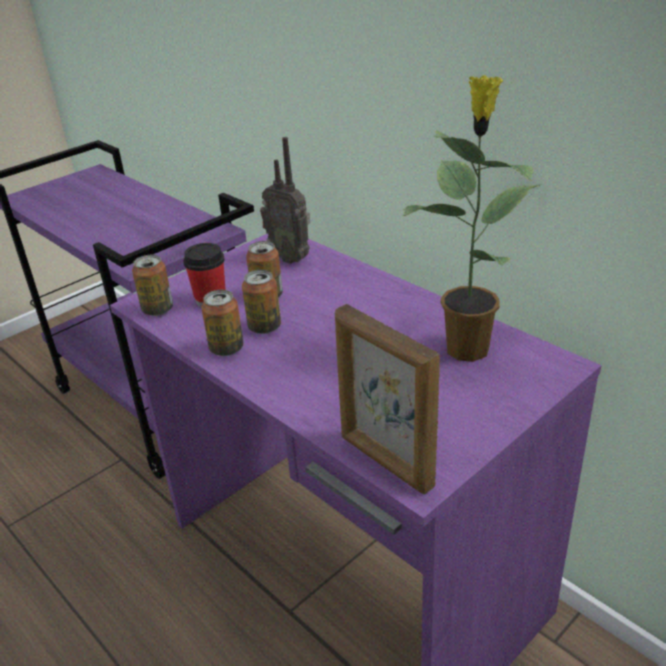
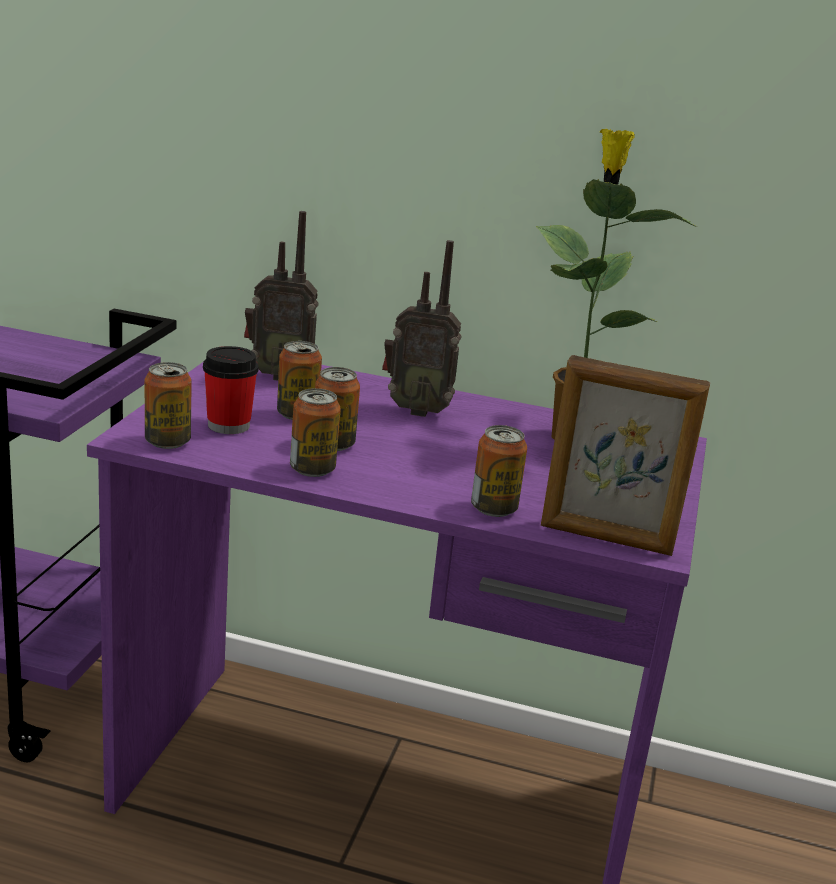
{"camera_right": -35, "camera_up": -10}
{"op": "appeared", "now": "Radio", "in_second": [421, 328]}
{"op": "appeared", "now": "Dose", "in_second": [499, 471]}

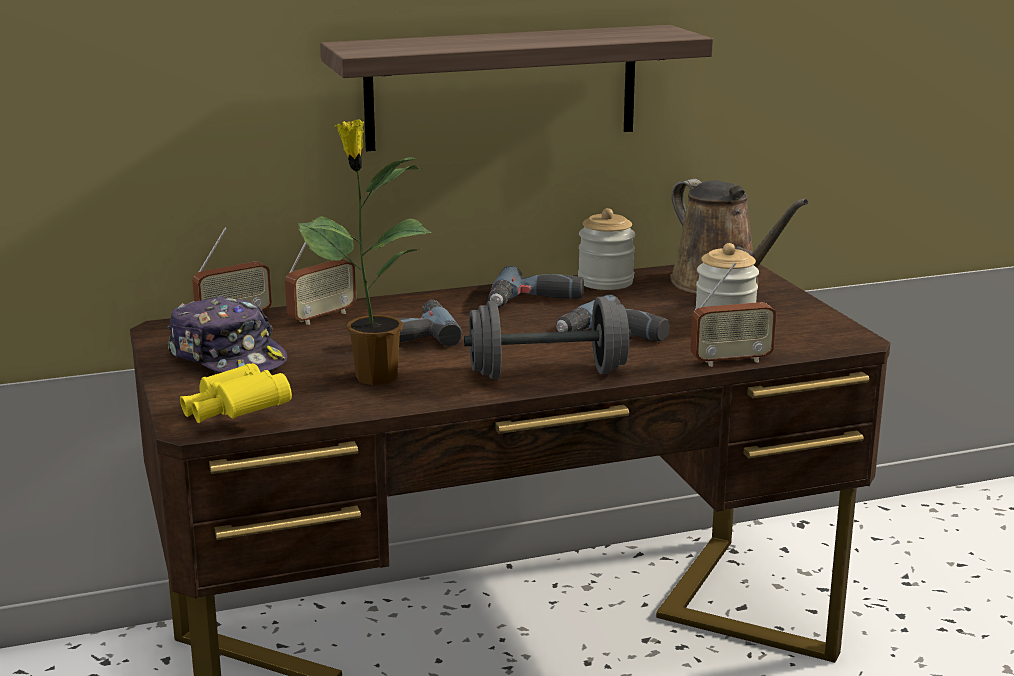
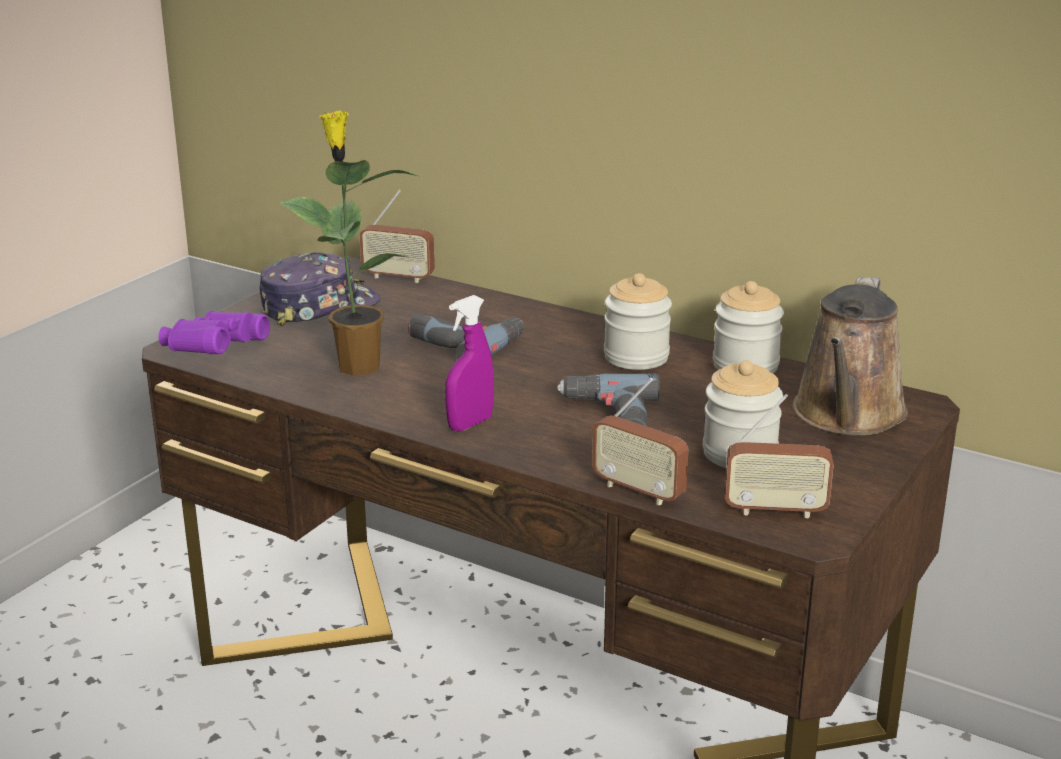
{"camera_right": 50, "camera_up": 5}
{"op": "spun", "was": "Kappe", "in_first": [227, 334], "in_second": [319, 289], "clockwise": -120}
{"op": "colour", "was": "Fernglas/gelb", "now": "Fernglas/lila", "in_first": [236, 393], "in_second": [214, 332]}
{"op": "relocated", "was": "Radio", "in_first": [320, 283], "in_second": [779, 456]}
{"op": "missing", "was": "Wandregal", "in_first": [516, 88]}
{"op": "exchanged", "was": "Hantel/grau", "now": "Sprühflasche/lila", "in_first": [547, 338], "in_second": [469, 363]}
{"op": "exchanged", "was": "Bohrmaschine", "now": "Vorratsglas", "in_first": [536, 287], "in_second": [638, 321]}

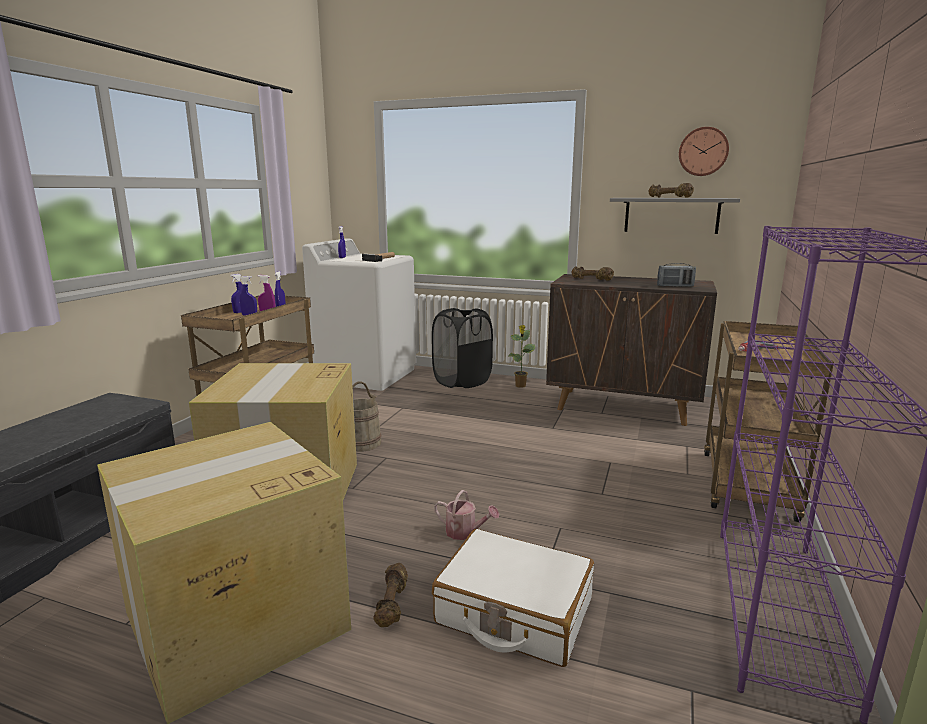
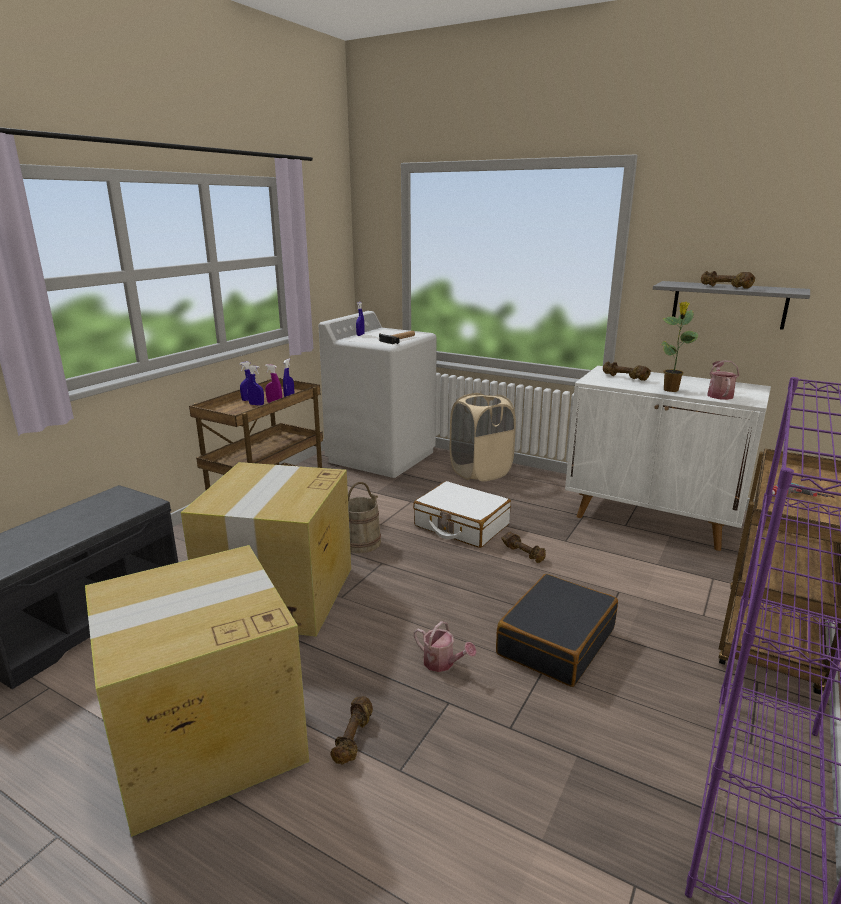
{"camera_right": 10, "camera_up": 5}
{"op": "colour", "was": "Wäschekorb/schwarz", "now": "Wäschekorb/beige", "in_first": [462, 348], "in_second": [483, 437]}
{"op": "relocated", "was": "Koffer/weiß", "in_first": [513, 598], "in_second": [462, 514]}
{"op": "relocated", "was": "Topfpflanze", "in_first": [522, 356], "in_second": [679, 347]}
{"op": "colour", "was": "Schrank/braun", "now": "Schrank/weiß", "in_first": [631, 350], "in_second": [668, 458]}
{"op": "exchanged", "was": "Radio", "now": "Gießkanne", "in_first": [676, 275], "in_second": [723, 380]}
{"op": "missing", "was": "Wanduhr", "in_first": [704, 151]}
{"op": "appeared", "now": "Koffer/schwarz", "in_second": [557, 630]}
{"op": "appeared", "now": "Hantel/braun", "in_second": [523, 547]}

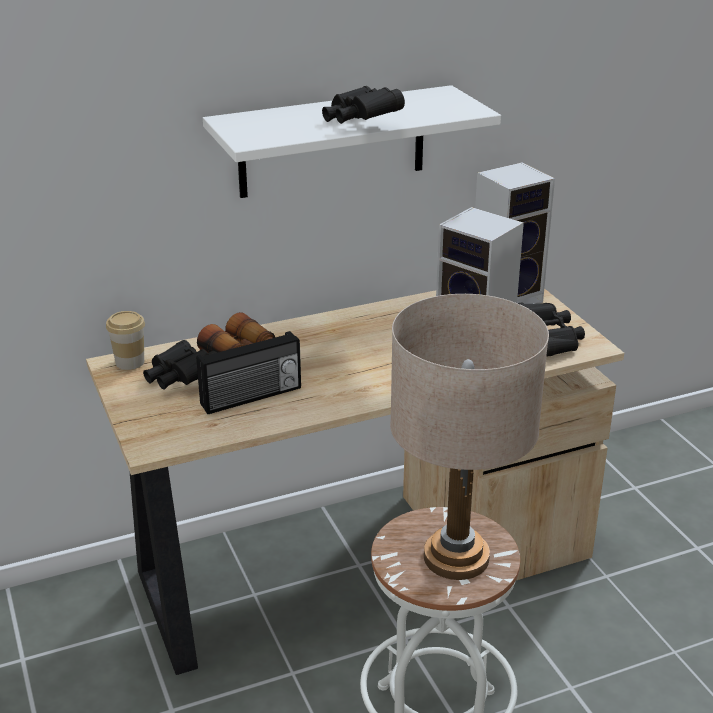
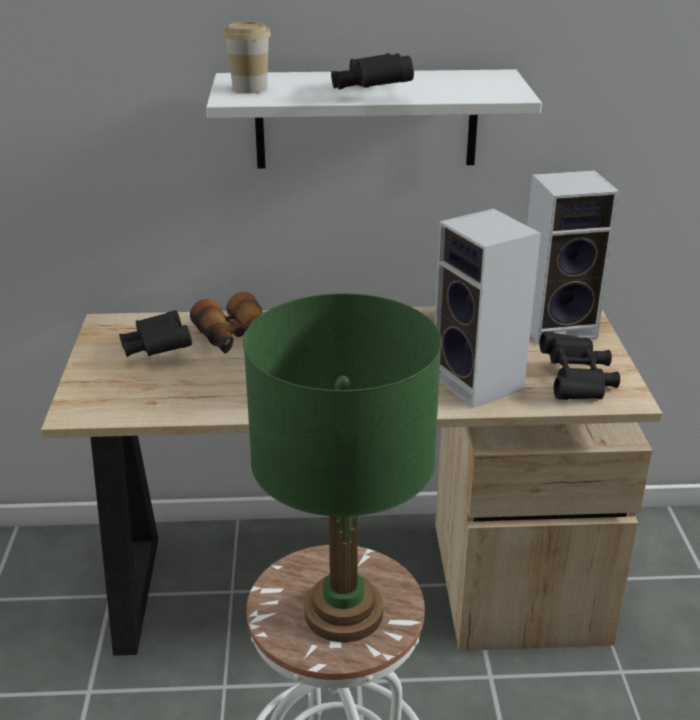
{"camera_right": 20, "camera_up": 0}
{"op": "relocated", "was": "Tasse", "in_first": [125, 340], "in_second": [247, 58]}
{"op": "missing", "was": "Radio", "in_first": [248, 372]}
{"op": "colour", "was": "Tischlampe/beige", "now": "Tischlampe/grün", "in_first": [469, 437], "in_second": [342, 467]}

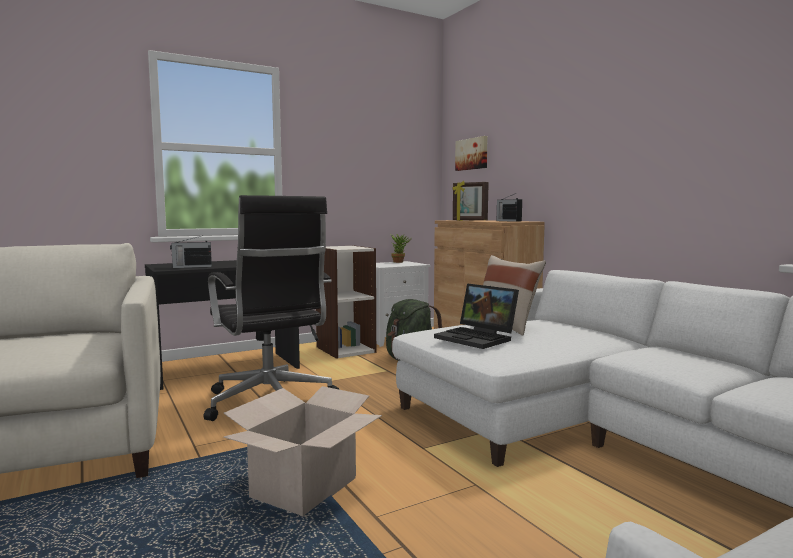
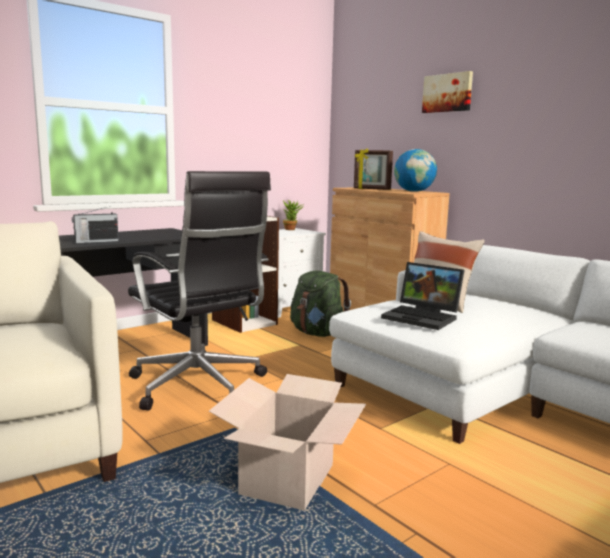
{"camera_right": -10, "camera_up": 5}
{"op": "relocated", "was": "Bild", "in_first": [471, 153], "in_second": [447, 92]}
{"op": "exchanged", "was": "Radio", "now": "Globus", "in_first": [509, 207], "in_second": [415, 170]}

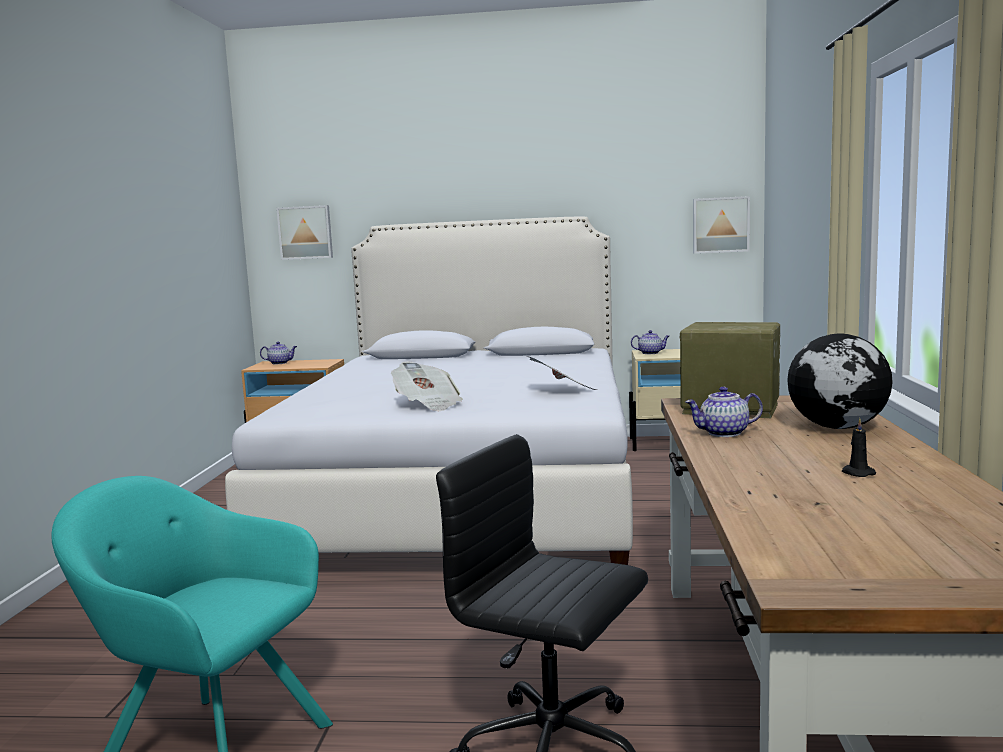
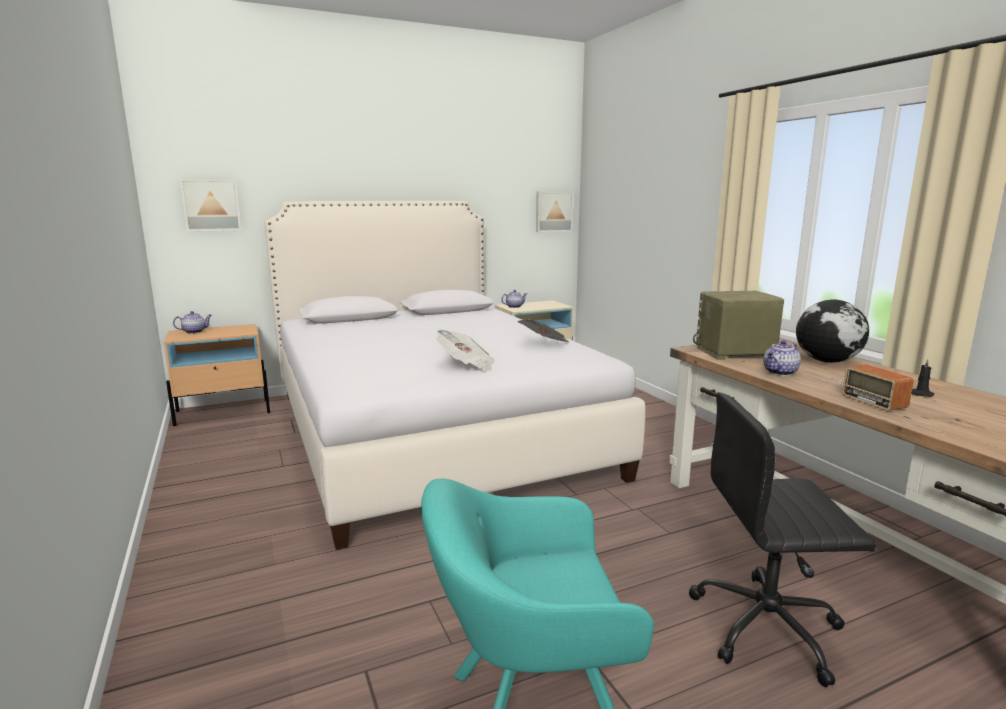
{"camera_right": -30, "camera_up": 5}
{"op": "appeared", "now": "Radio", "in_second": [868, 388]}

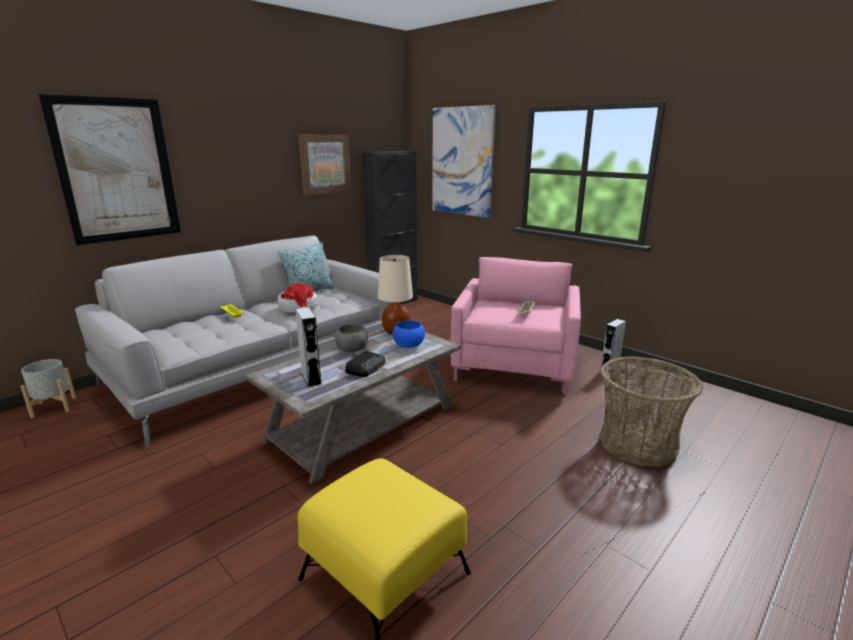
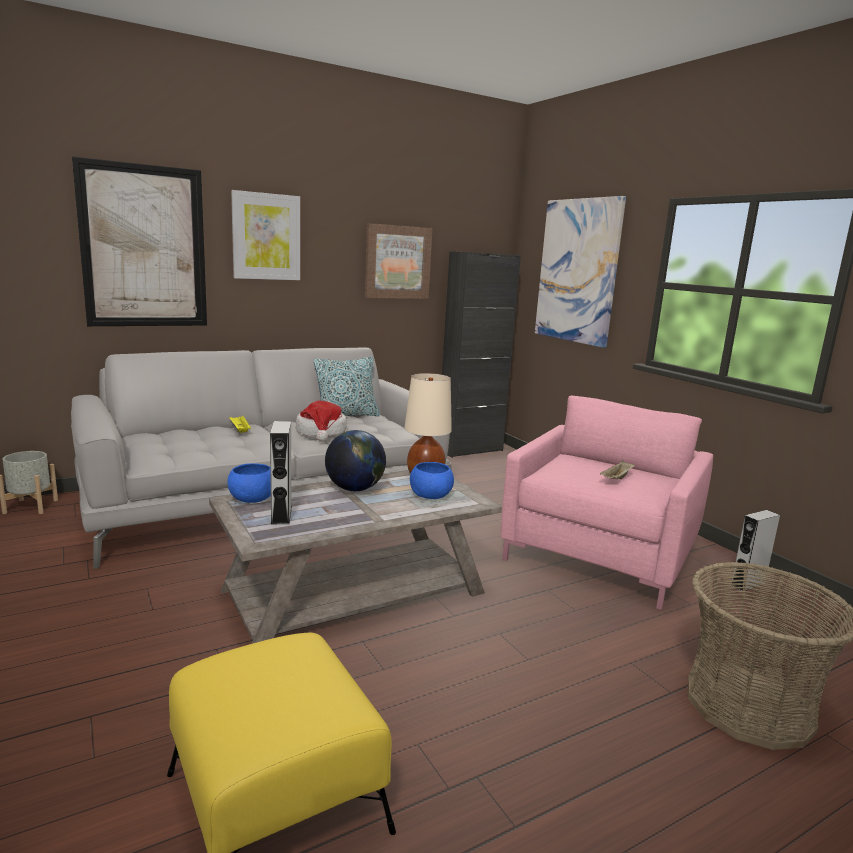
{"camera_right": 15, "camera_up": -5}
{"op": "exchanged", "was": "Schüssel/grau", "now": "Globus", "in_first": [351, 338], "in_second": [355, 460]}
{"op": "missing", "was": "Radio", "in_first": [365, 364]}
{"op": "appeared", "now": "Schüssel/blau", "in_second": [249, 483]}
{"op": "appeared", "now": "Bild", "in_second": [265, 235]}

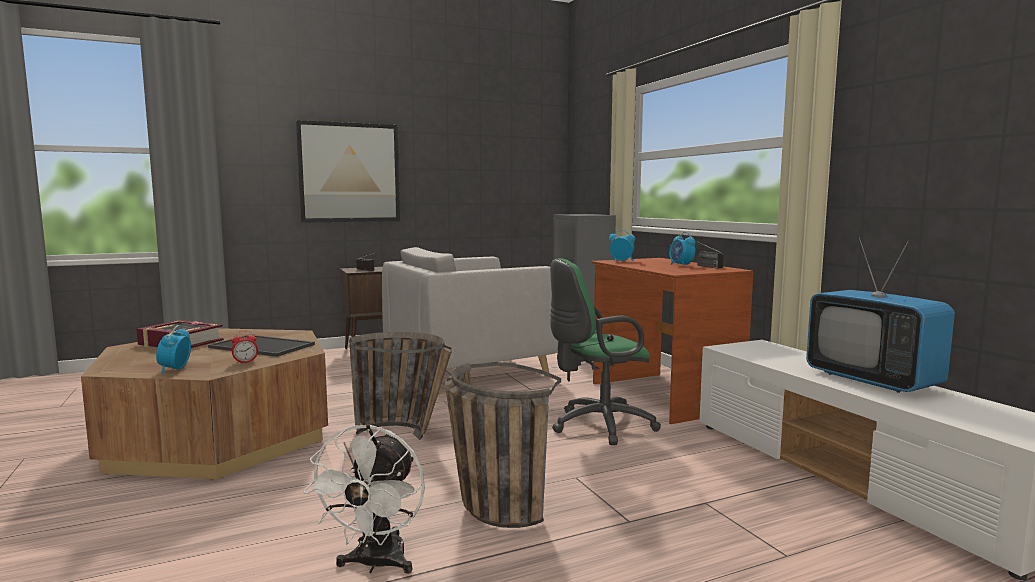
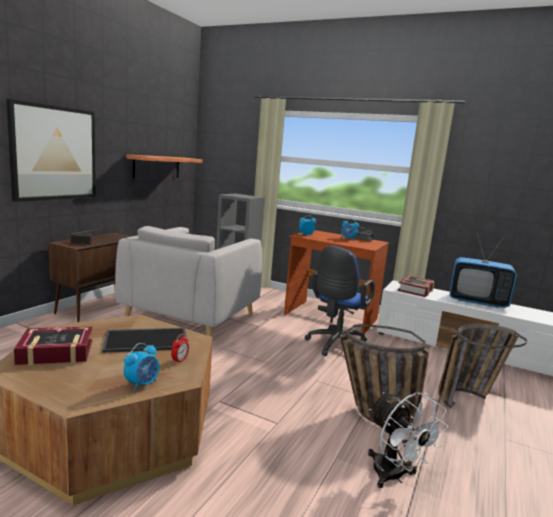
{"camera_right": -40, "camera_up": 5}
{"op": "spun", "was": "Wecker", "in_first": [173, 349], "in_second": [141, 367], "clockwise": -105}
{"op": "relocated", "was": "Korb", "in_first": [400, 386], "in_second": [482, 365]}
{"op": "colour", "was": "Bürostuhl/grün", "now": "Bürostuhl/blau", "in_first": [605, 351], "in_second": [340, 301]}
{"op": "appeared", "now": "Wandregal", "in_second": [164, 167]}
{"op": "appeared", "now": "Buch", "in_second": [415, 286]}

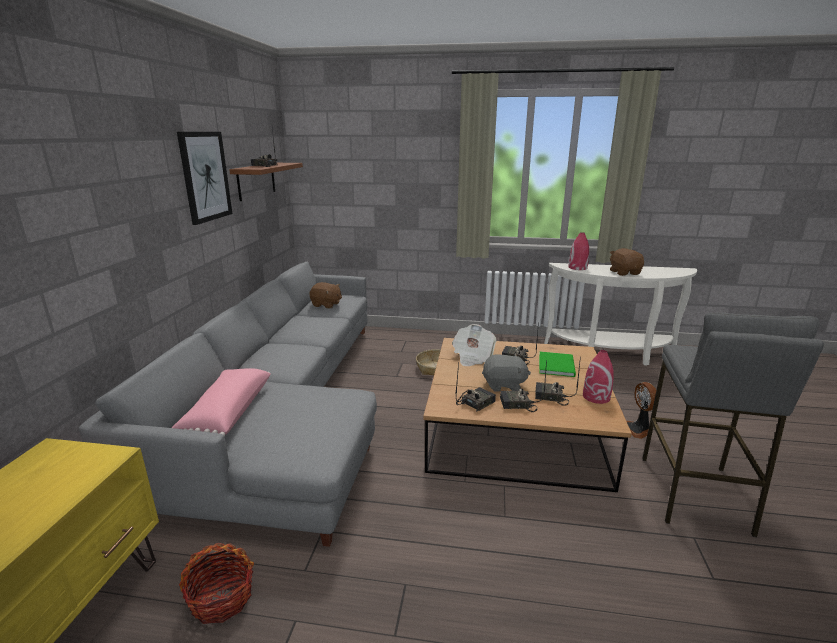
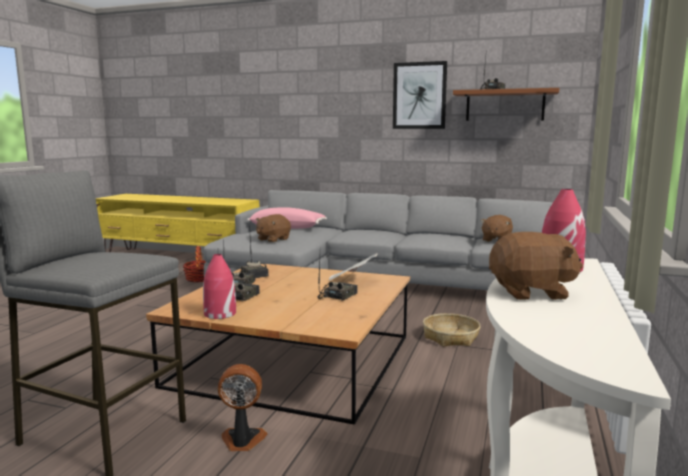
{"camera_right": 100, "camera_up": -10}
{"op": "missing", "was": "Plüschtier/grau", "in_first": [506, 373]}
{"op": "missing", "was": "Buch/grün", "in_first": [557, 364]}
{"op": "appeared", "now": "Plüschtier/braun", "in_second": [273, 228]}

